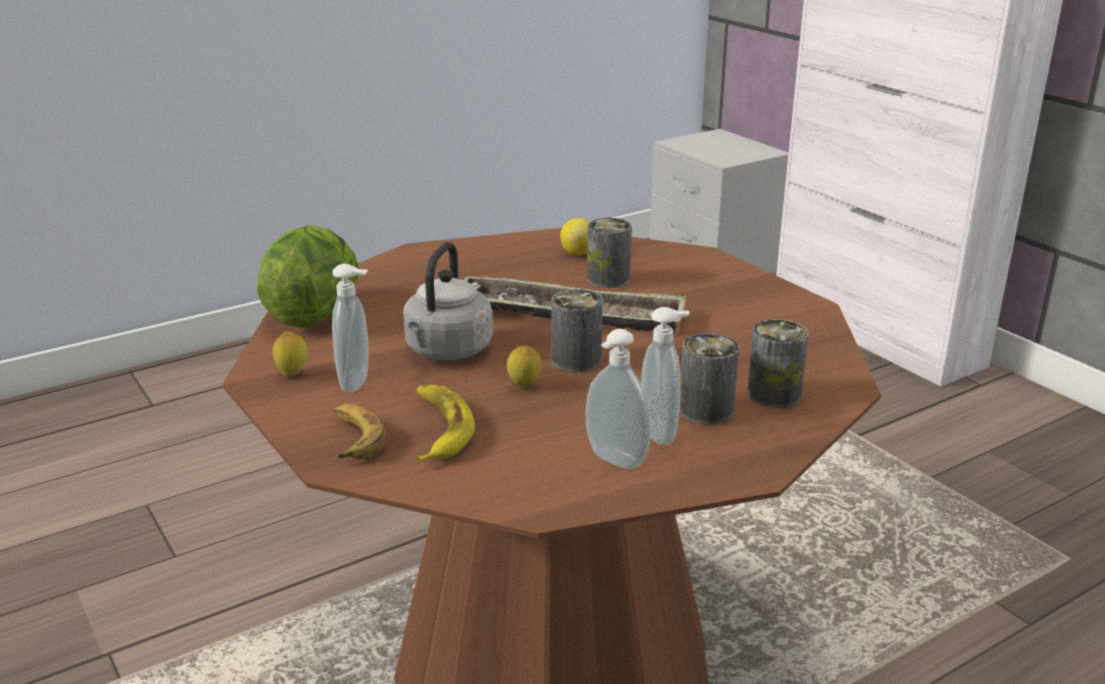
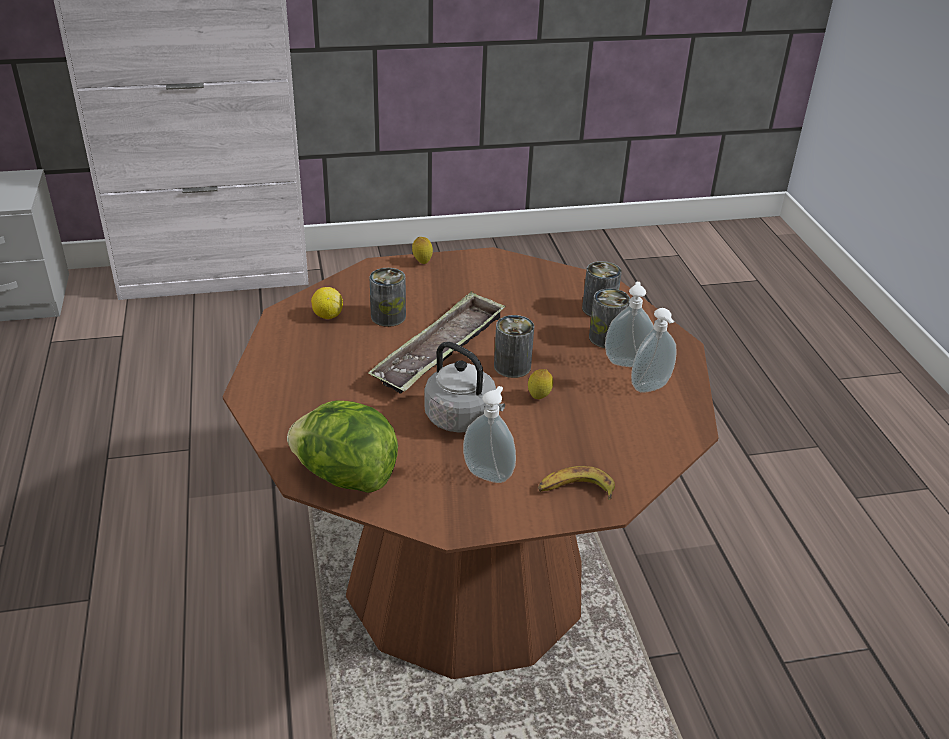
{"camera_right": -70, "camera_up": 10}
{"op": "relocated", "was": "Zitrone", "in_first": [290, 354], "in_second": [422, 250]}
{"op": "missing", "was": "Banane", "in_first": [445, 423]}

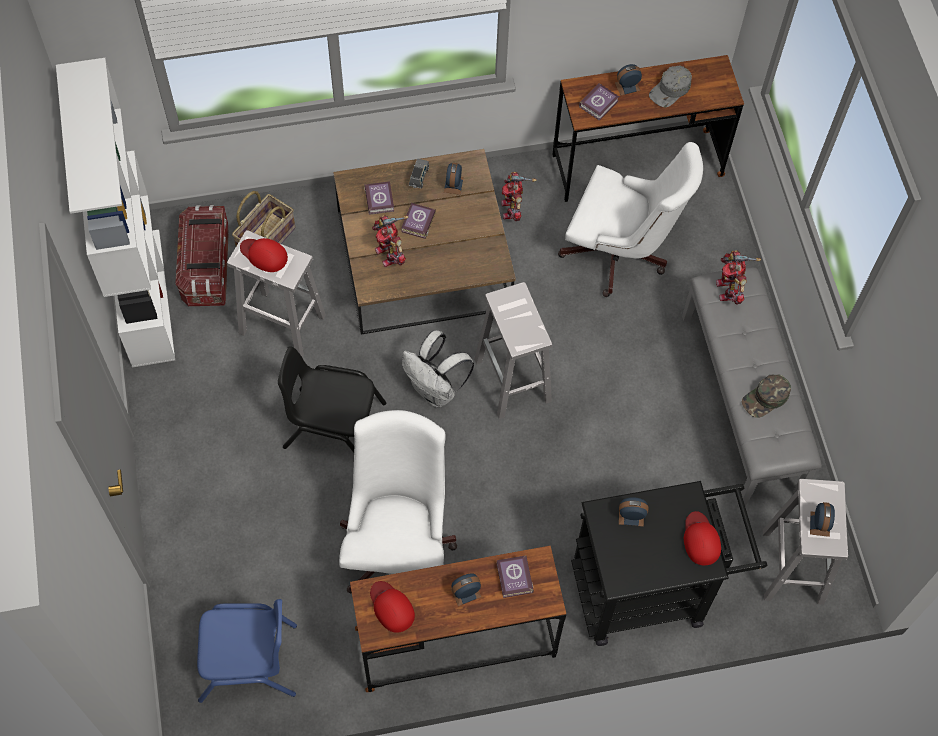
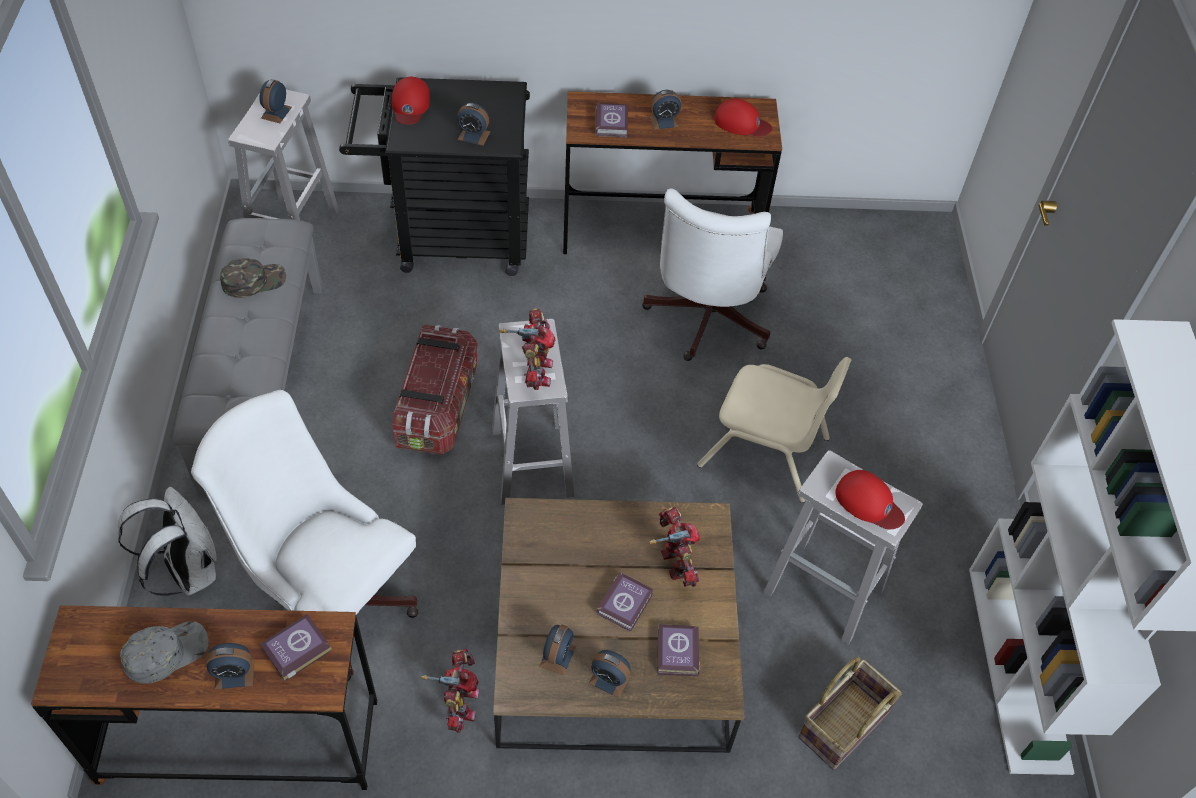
{"camera_right": -170, "camera_up": -10}
{"op": "relocated", "was": "Aufbewahrungsbox", "in_first": [202, 255], "in_second": [435, 390]}
{"op": "missing", "was": "Stuhl/blau", "in_first": [247, 651]}
{"op": "colour", "was": "Stuhl/schwarz", "now": "Stuhl/beige", "in_first": [332, 399], "in_second": [774, 430]}
{"op": "spun", "was": "Kappe/rot", "in_first": [392, 607], "in_second": [743, 117], "clockwise": -45}
{"op": "relocated", "was": "Rucksack/weiß", "in_first": [438, 369], "in_second": [167, 541]}
{"op": "exchanged", "was": "Spielzeugauto/grau", "now": "Wecker", "in_first": [419, 173], "in_second": [610, 674]}
{"op": "relocated", "was": "Spielzeugroboter", "in_first": [738, 277], "in_second": [527, 349]}

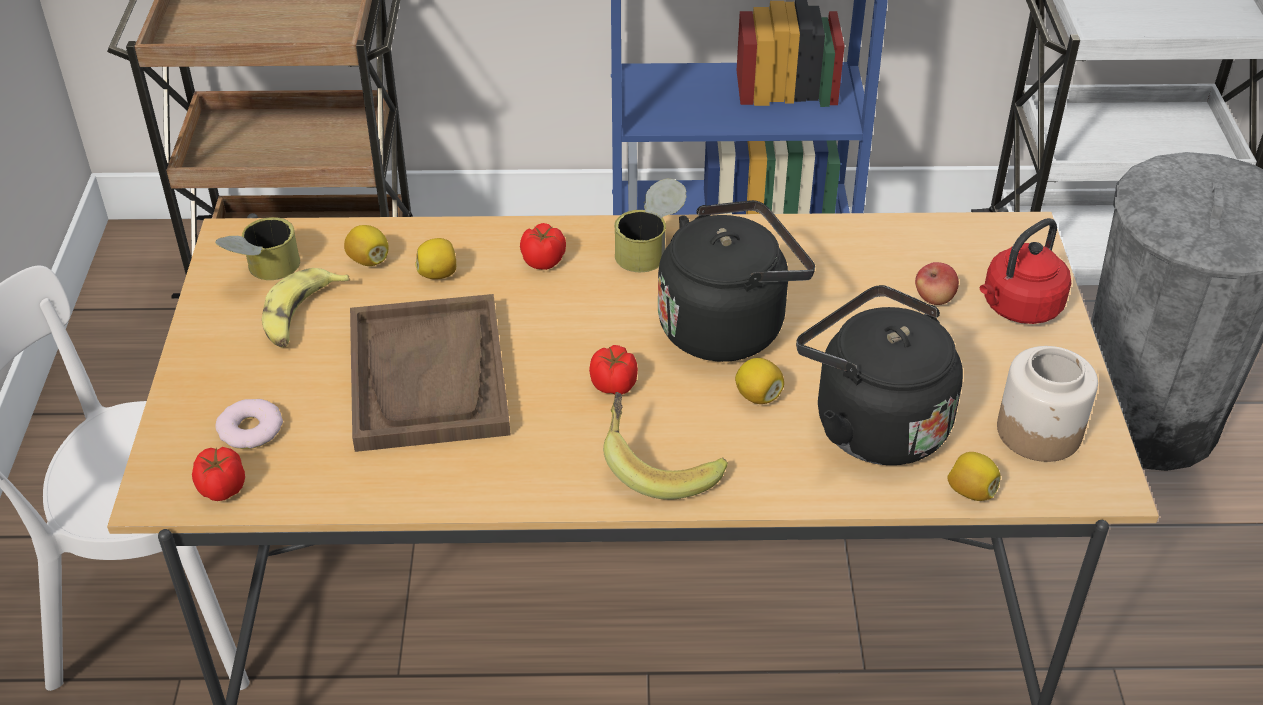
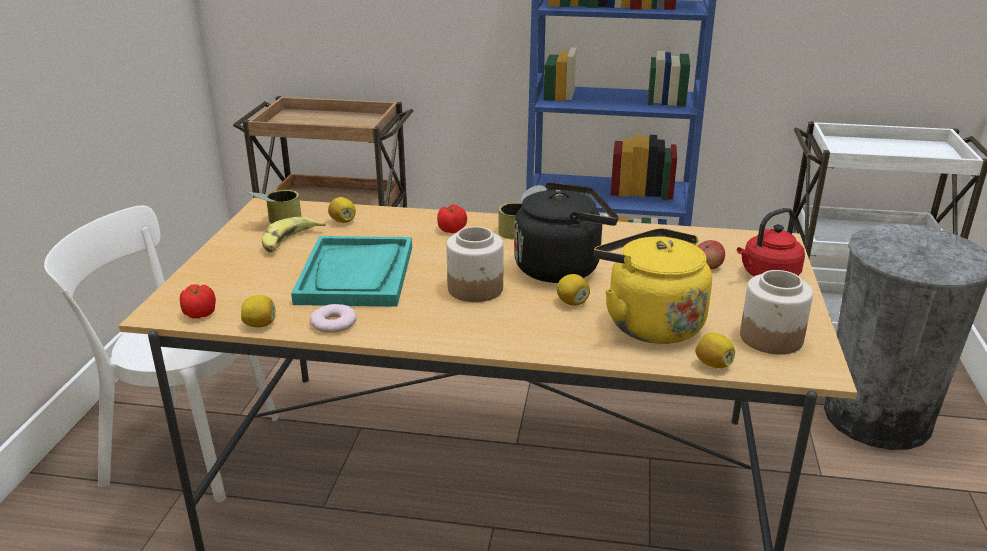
{"camera_right": 10, "camera_up": -15}
{"op": "relocated", "was": "Donut", "in_first": [249, 424], "in_second": [333, 318]}
{"op": "colour", "was": "Tablett/braun", "now": "Tablett/türkis", "in_first": [430, 373], "in_second": [351, 271]}
{"op": "relocated", "was": "Zitrone", "in_first": [435, 258], "in_second": [258, 311]}
{"op": "exchanged", "was": "Tomate", "now": "Vorratsglas", "in_first": [613, 369], "in_second": [475, 264]}
{"op": "missing", "was": "Banane", "in_first": [665, 446]}
{"op": "colour", "was": "Wasserkessel/schwarz", "now": "Wasserkessel/gelb", "in_first": [879, 375], "in_second": [653, 286]}

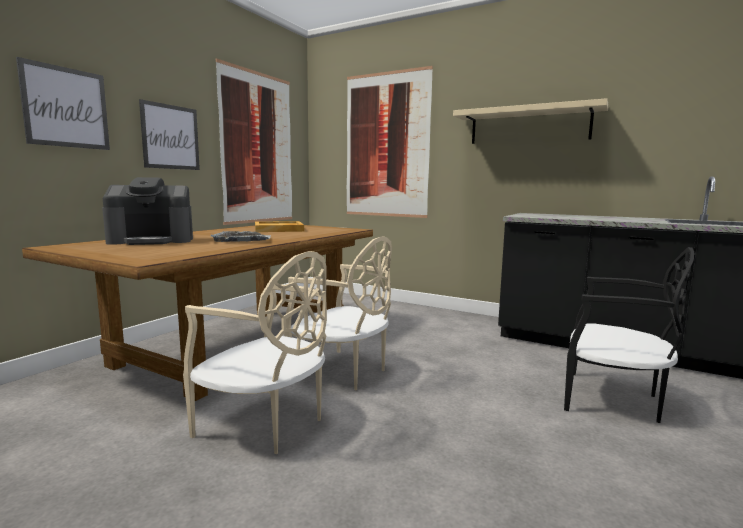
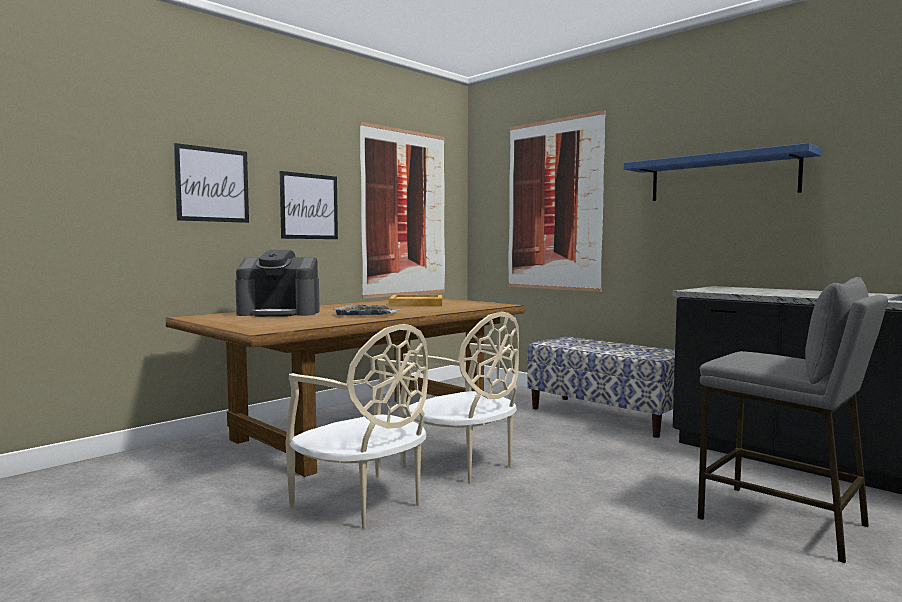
{"camera_right": 15, "camera_up": -5}
{"op": "colour", "was": "Wandregal/beige", "now": "Wandregal/blau", "in_first": [531, 121], "in_second": [723, 172]}
{"op": "exchanged", "was": "Stuhl/schwarz", "now": "Hocker/grau", "in_first": [629, 335], "in_second": [793, 420]}
{"op": "appeared", "now": "Bank", "in_second": [601, 387]}

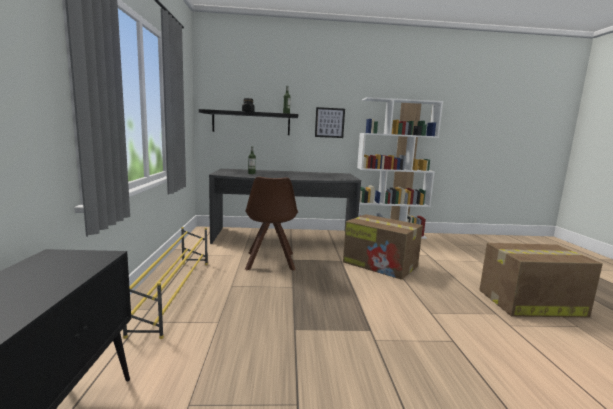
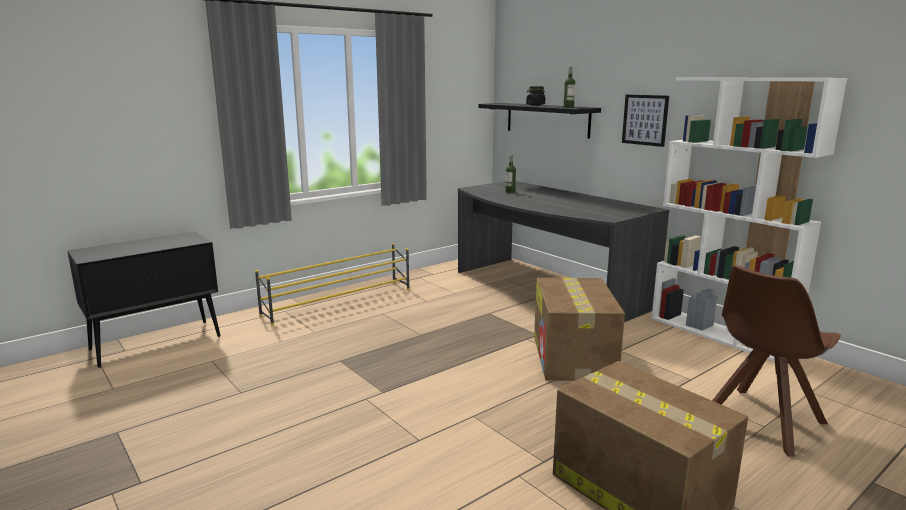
{"camera_right": 55, "camera_up": 5}
{"op": "relocated", "was": "Stuhl/braun", "in_first": [271, 223], "in_second": [776, 361]}

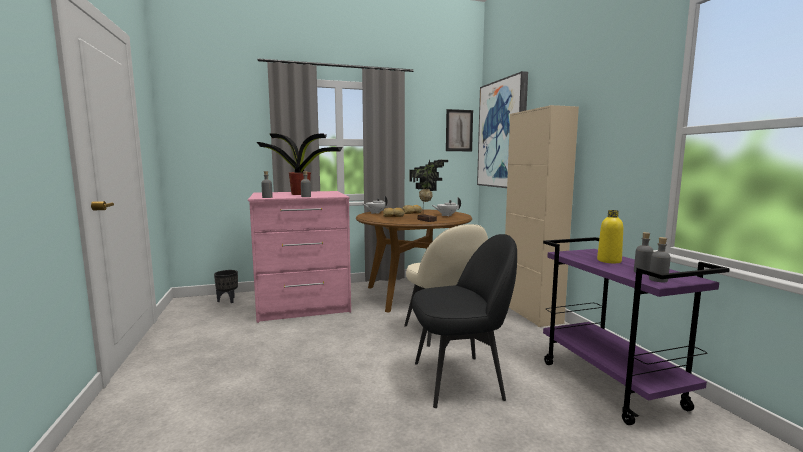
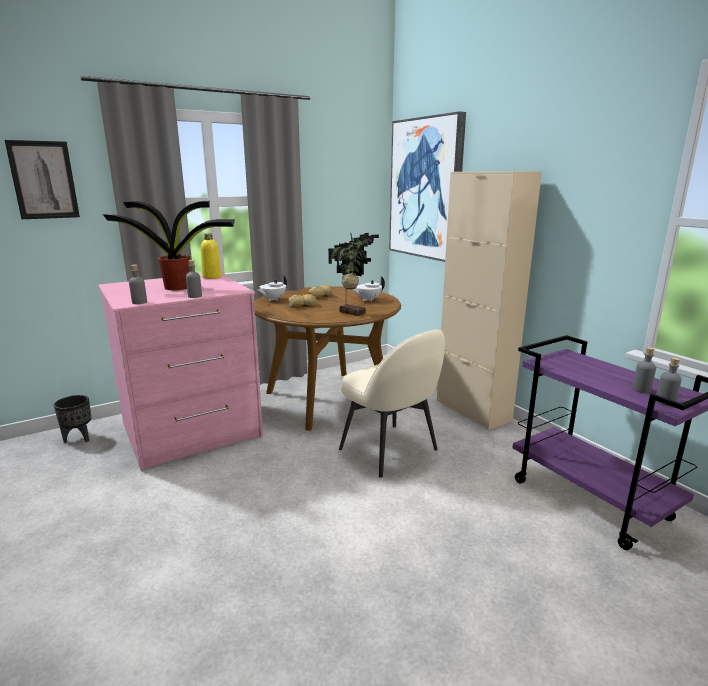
{"camera_right": -15, "camera_up": 10}
{"op": "missing", "was": "Stuhl/schwarz", "in_first": [464, 321]}
{"op": "relocated", "was": "Bild", "in_first": [459, 130], "in_second": [42, 179]}
{"op": "relocated", "was": "Flasche/gelb", "in_first": [610, 236], "in_second": [211, 256]}

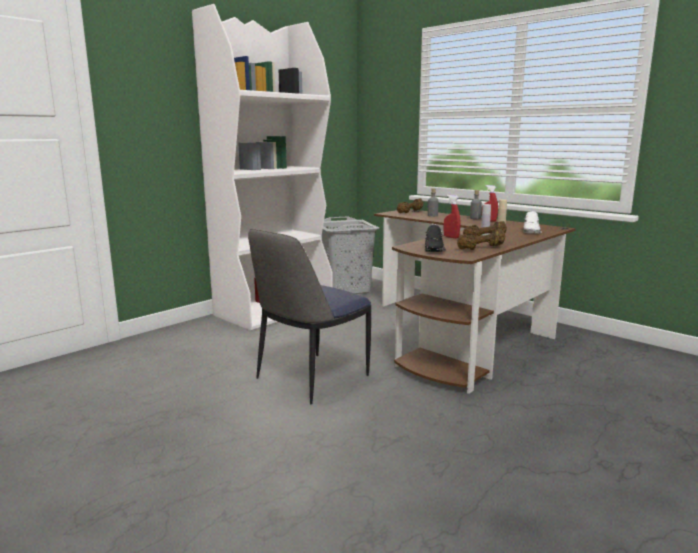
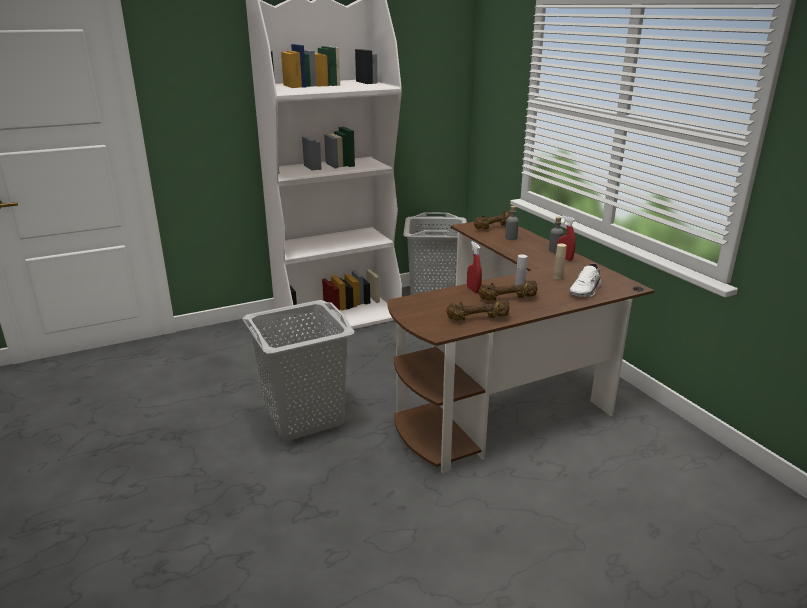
{"camera_right": 20, "camera_up": 10}
{"op": "exchanged", "was": "Stuhl", "now": "Wäschekorb/grau", "in_first": [309, 317], "in_second": [298, 370]}
{"op": "missing", "was": "Schuh/schwarz", "in_first": [435, 238]}

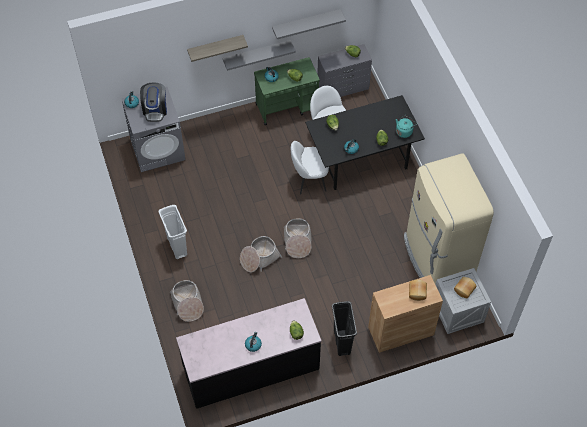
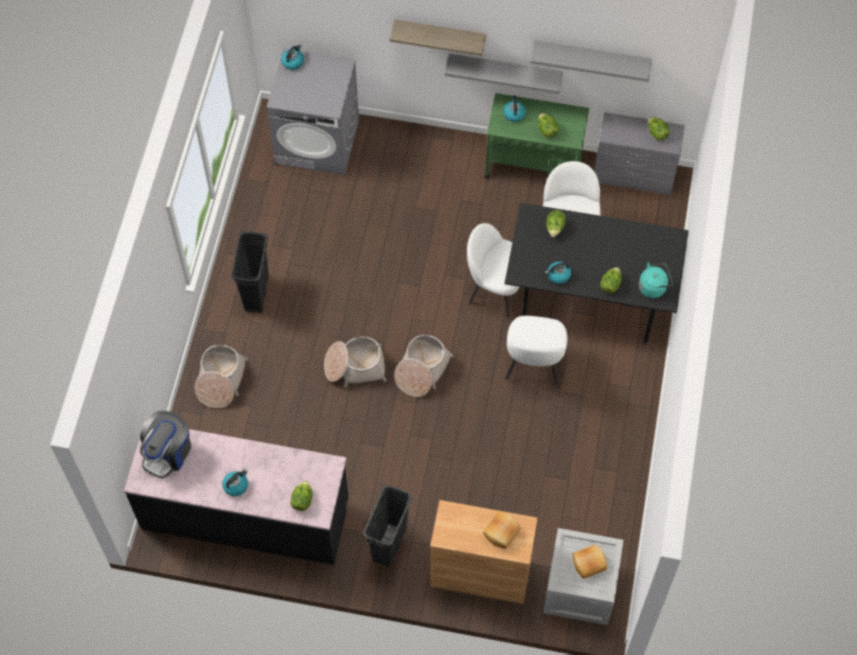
{"camera_right": 30, "camera_up": 5}
{"op": "relocated", "was": "Kaffeemaschine", "in_first": [153, 102], "in_second": [165, 445]}
{"op": "colour", "was": "Mülleimer/weiß", "now": "Mülleimer/schwarz", "in_first": [172, 232], "in_second": [250, 272]}
{"op": "missing", "was": "Kühlschrank/beige", "in_first": [449, 219]}
{"op": "appeared", "now": "Stuhl/weiß", "in_second": [536, 351]}

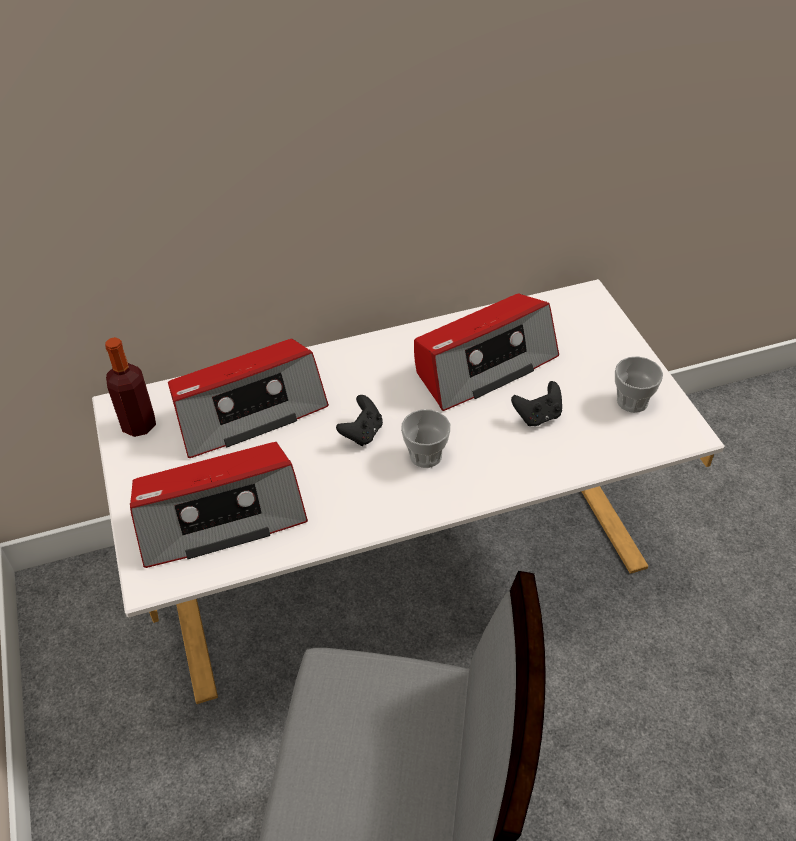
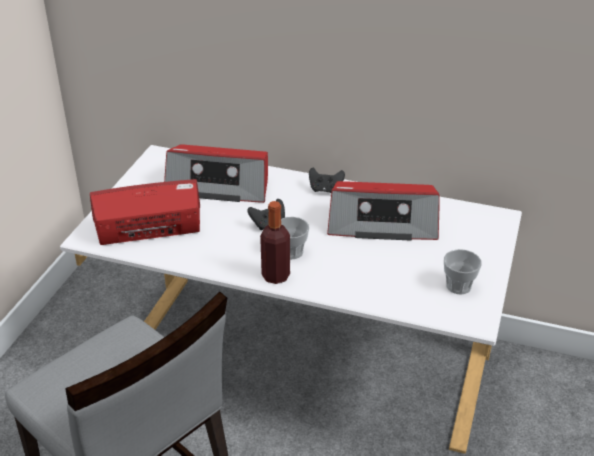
{"camera_right": 35, "camera_up": -10}
{"op": "relocated", "was": "Flasche", "in_first": [130, 387], "in_second": [275, 242]}
{"op": "spun", "was": "Radio", "in_first": [219, 505], "in_second": [145, 212], "clockwise": 150}
{"op": "relocated", "was": "Gamepad/schwarz", "in_first": [536, 403], "in_second": [327, 180]}

